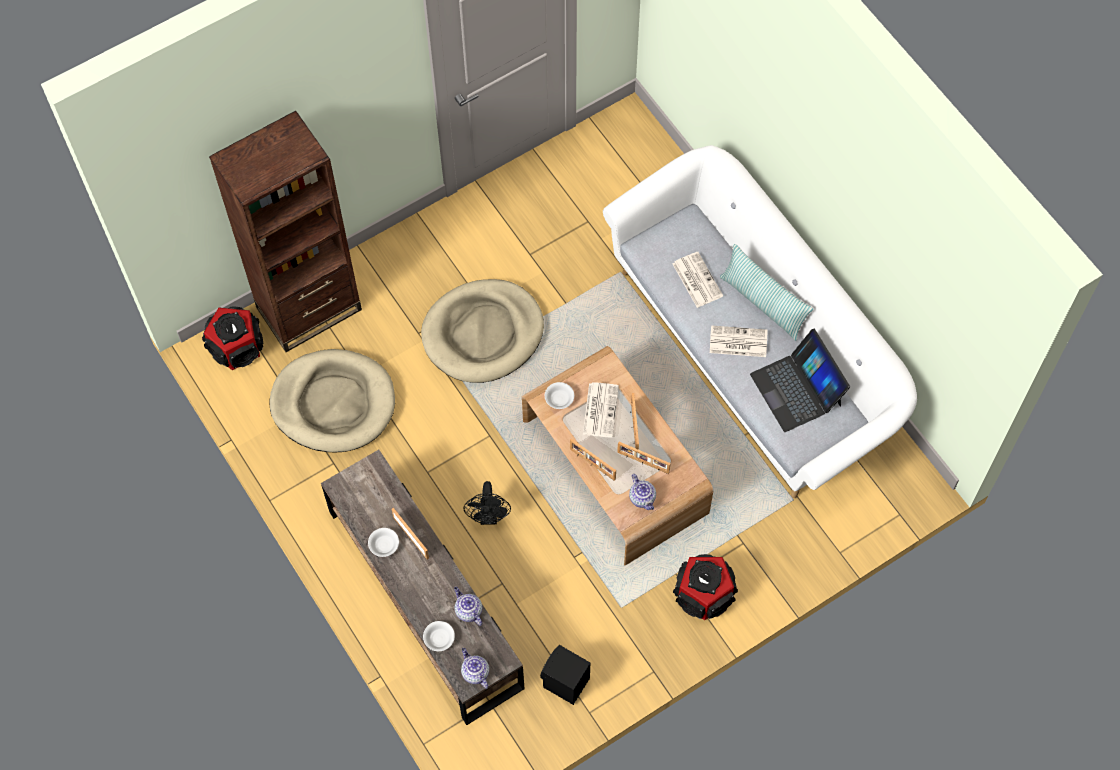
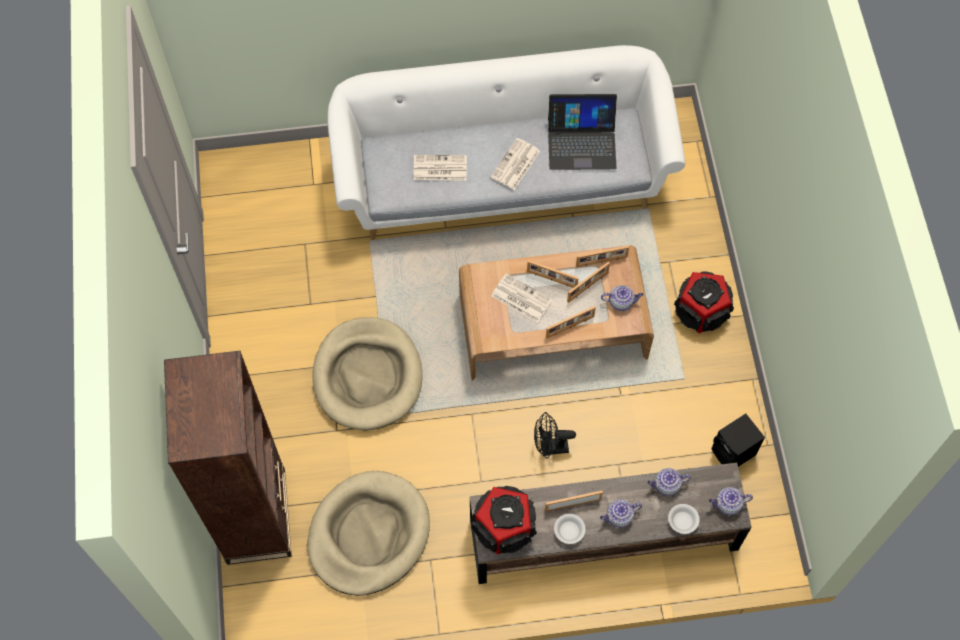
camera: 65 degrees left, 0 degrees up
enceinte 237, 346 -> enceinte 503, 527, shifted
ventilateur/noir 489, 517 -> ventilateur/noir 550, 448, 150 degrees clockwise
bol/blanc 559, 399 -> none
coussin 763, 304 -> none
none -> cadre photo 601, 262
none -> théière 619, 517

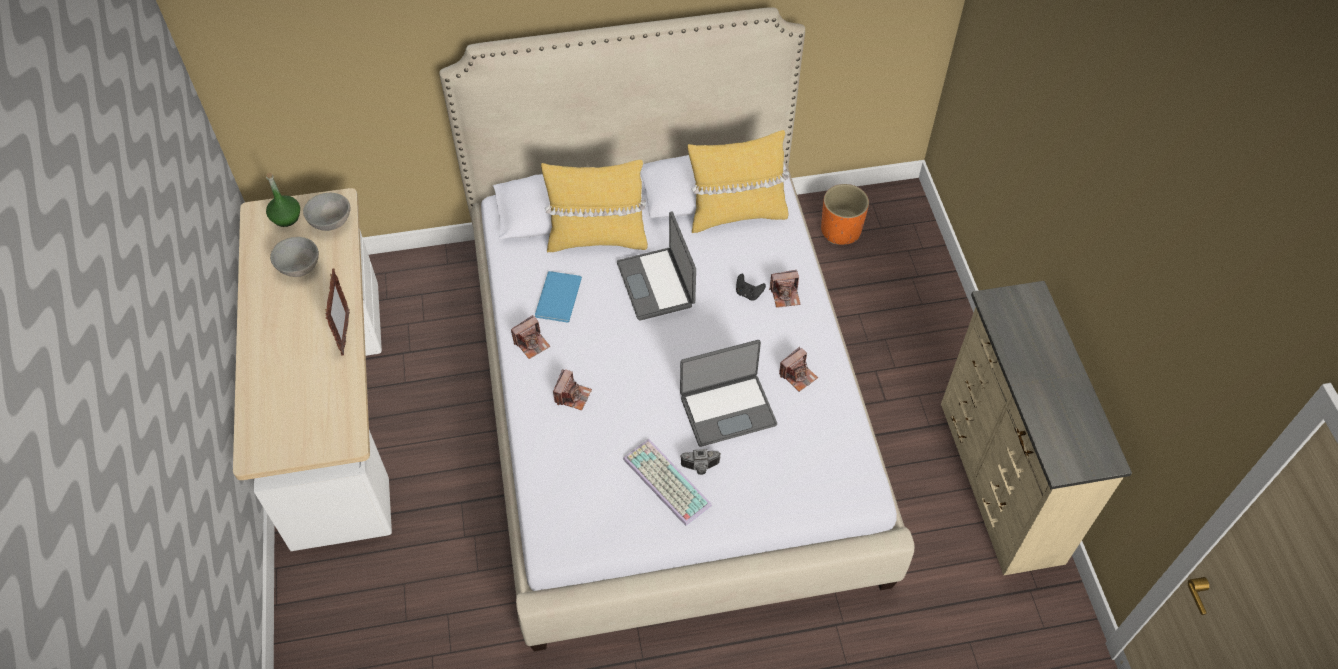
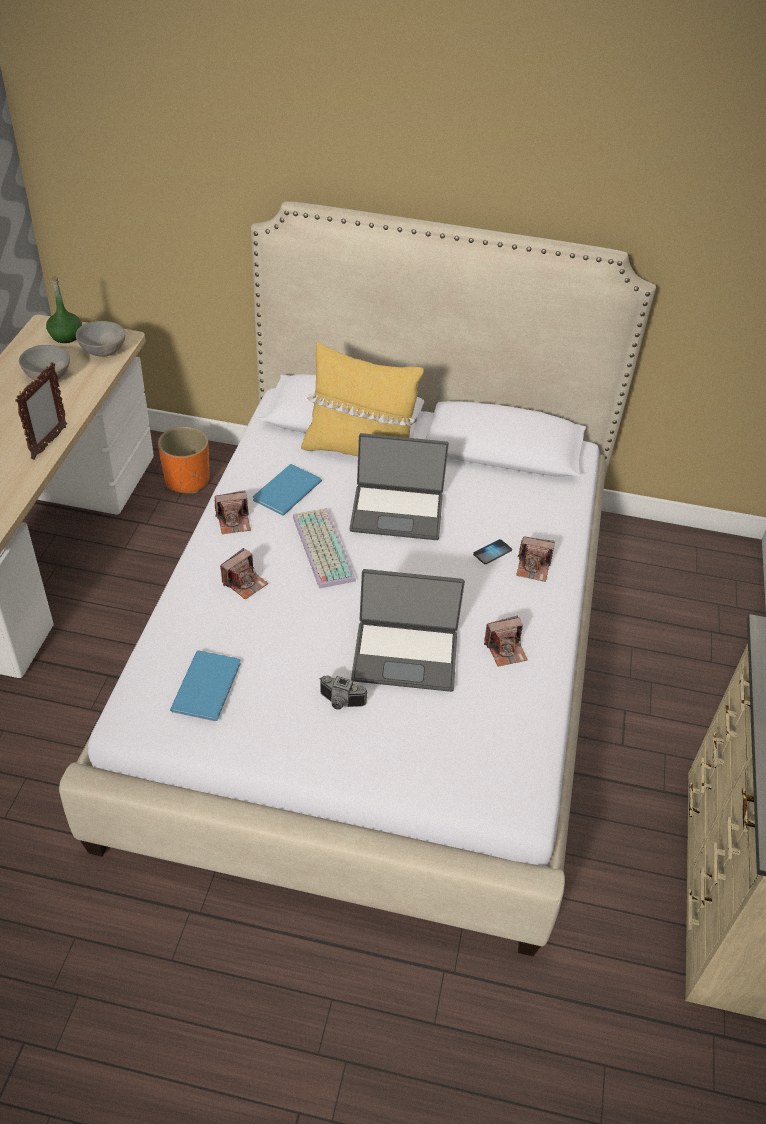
camera: 20 degrees right, 10 degrees down
ordinateur portable 657, 284 -> ordinateur portable 397, 512, 90 degrees counterclockwise
clavier 664, 482 -> clavier 321, 547, shifted
coussin/jaune 736, 214 -> none
manette/noir 748, 293 -> téléphone 492, 552
cache-pot/orange 841, 230 -> cache-pot/orange 187, 480, shifted
none -> livre/bleu 209, 685

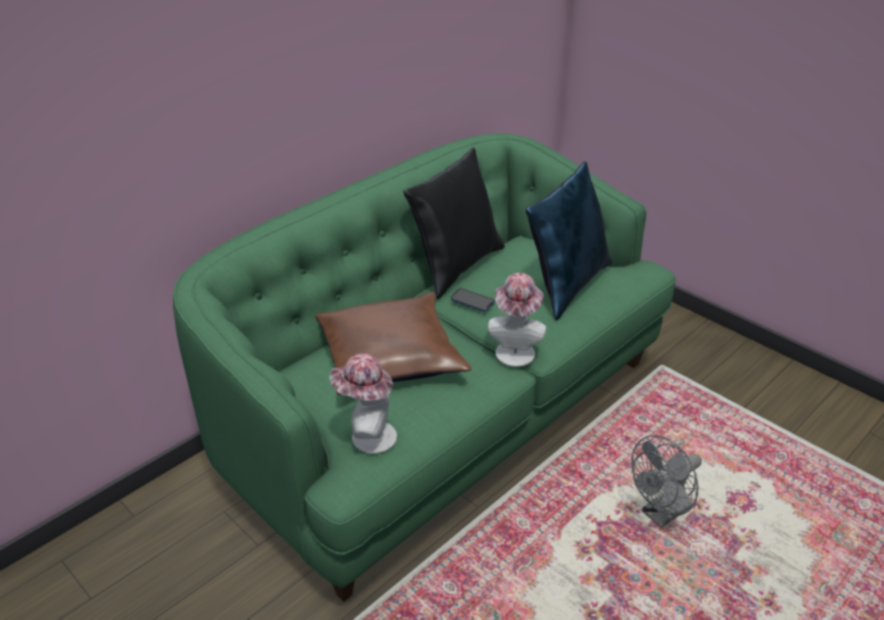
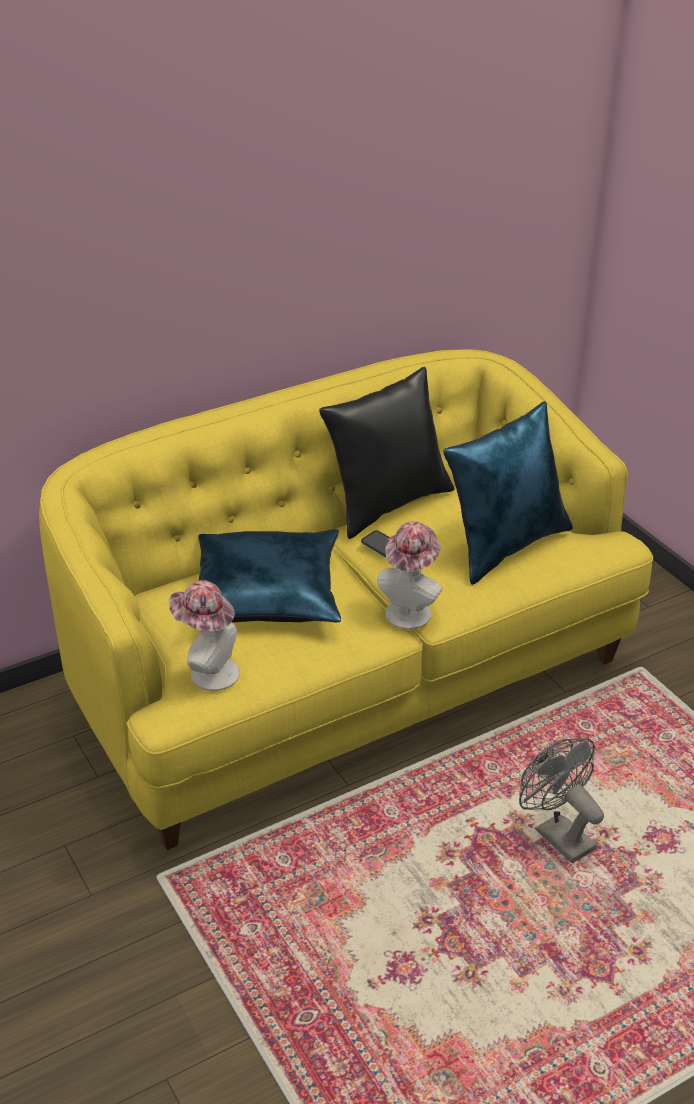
camera: 15 degrees right, 0 degrees up
canapé/vert 442, 415 -> canapé/jaune 347, 678
coussin/marron 390, 356 -> coussin/bleu 267, 593
ventilateur/gris 661, 514 -> ventilateur/gris 557, 834, 75 degrees clockwise

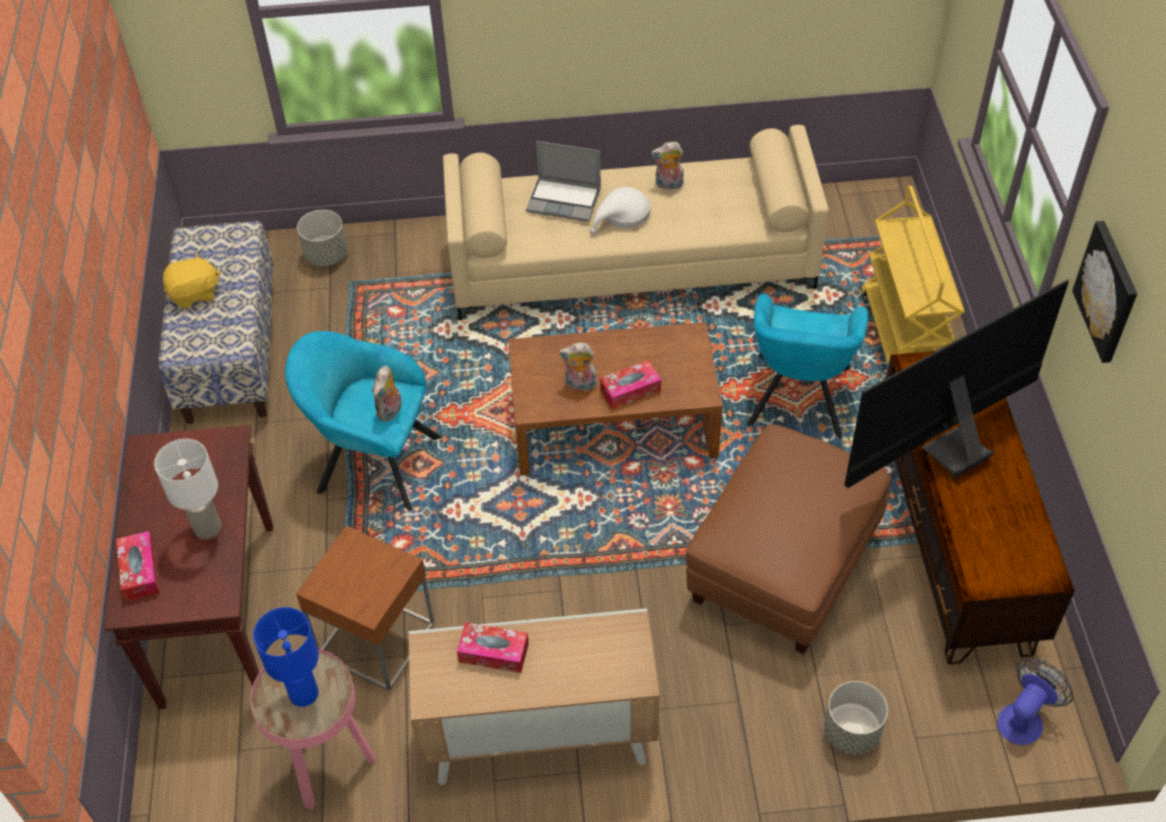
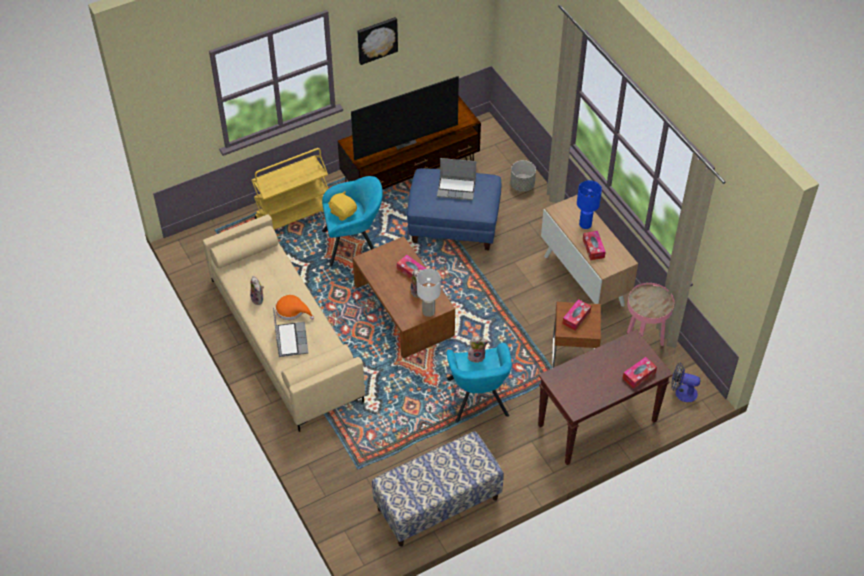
camera: 115 degrees left, 0 degrees up
lampe de table/blanc 207, 529 -> lampe de table/blanc 429, 312, shifted
peluche/jaune 195, 294 -> peluche/jaune 343, 212, shifted
lampe de table/bleu 304, 694 -> lampe de table/bleu 585, 224, shifted
cache-pot/gris 326, 255 -> none
chapeau/blanc 622, 215 -> chapeau/orange 292, 310
pouf/marron 783, 567 -> pouf/bleu 454, 225
téléviseur 949, 447 -> téléviseur 404, 141, 60 degrees counterclockwise
ventilateur 1024, 718 -> ventilateur 682, 392, shifted
none -> ordinateur portable 457, 188
none -> boîte à mouchoirs 576, 318

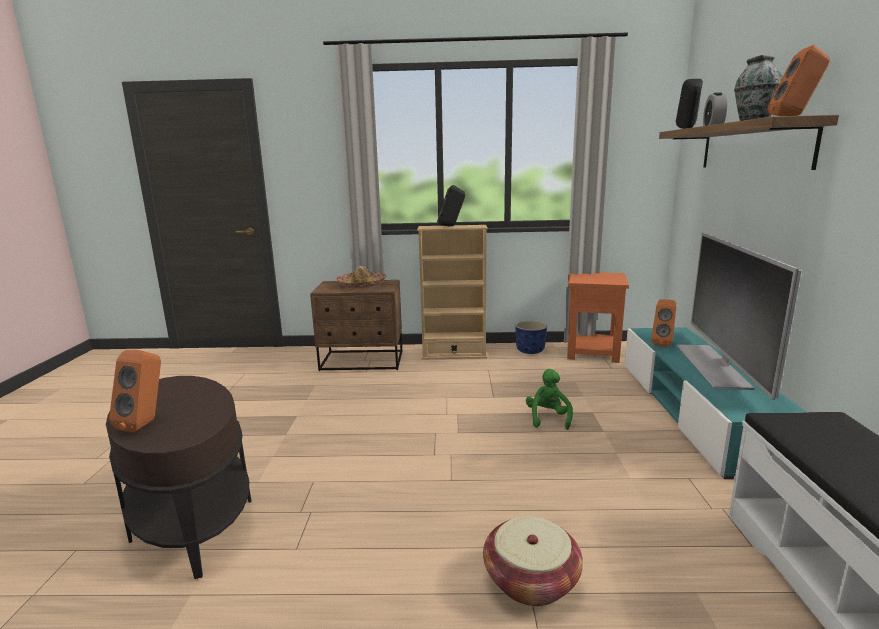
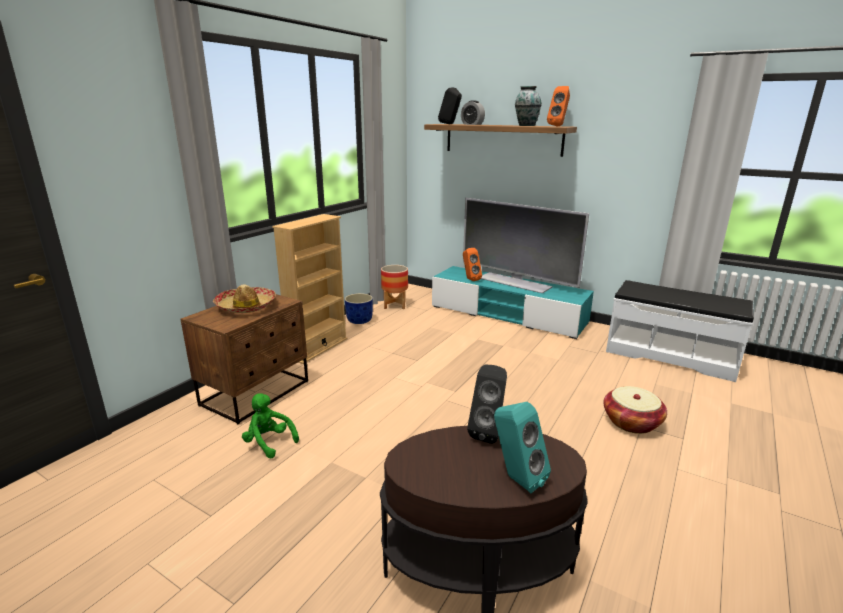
camera: 60 degrees left, 5 degrees up
enceinte/orange 146, 423 -> enceinte/turquoise 516, 478
enceinte/noir 451, 226 -> enceinte/noir 489, 432, shifted
peluche/vert 548, 418 -> peluche/vert 269, 442, shifted
table d'appoint/orange 591, 352 -> cache-pot 395, 305

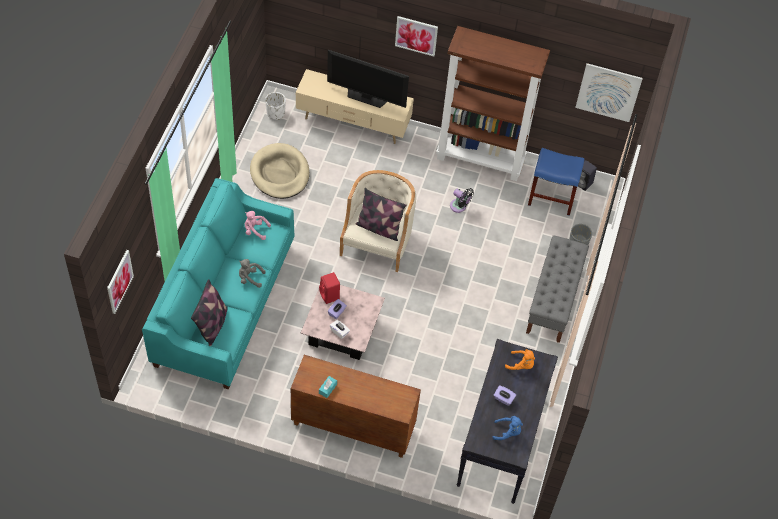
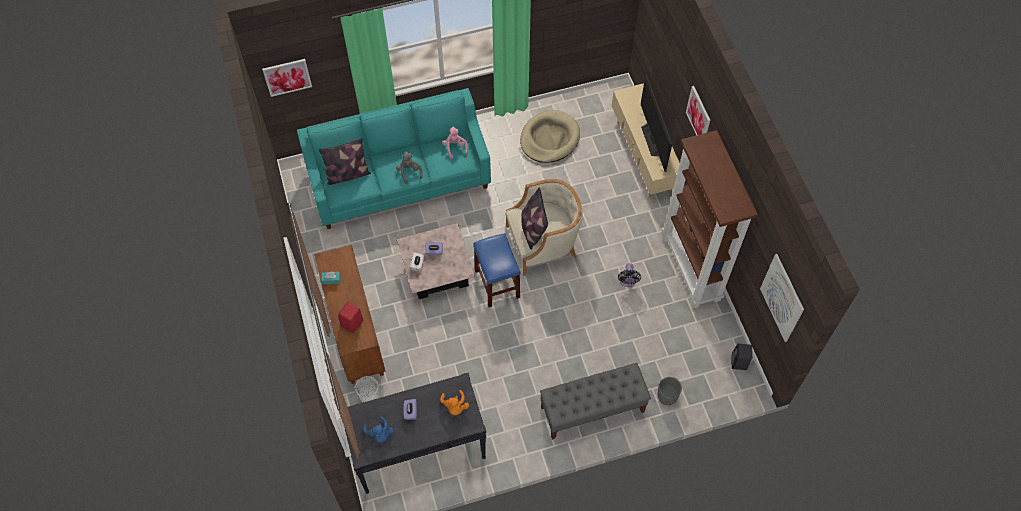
camera: 60 degrees right, 5 degrees up
cache-pot/blanc 275, 113 -> cache-pot/blanc 369, 395, shifted
enceinte/rouge 330, 296 -> enceinte/rouge 352, 324, shifted
tabouret/bleu 552, 198 -> tabouret/bleu 497, 284, shifted

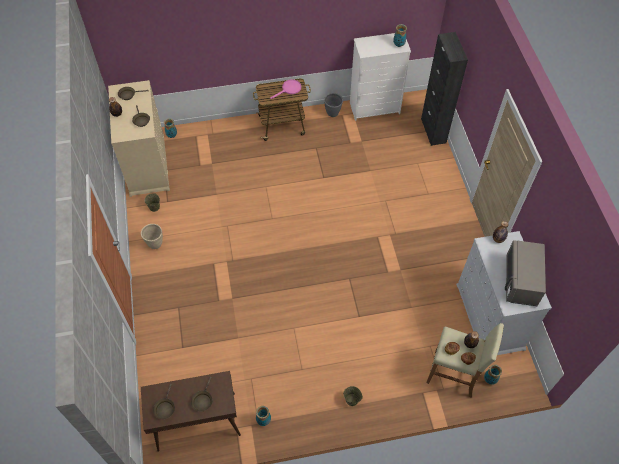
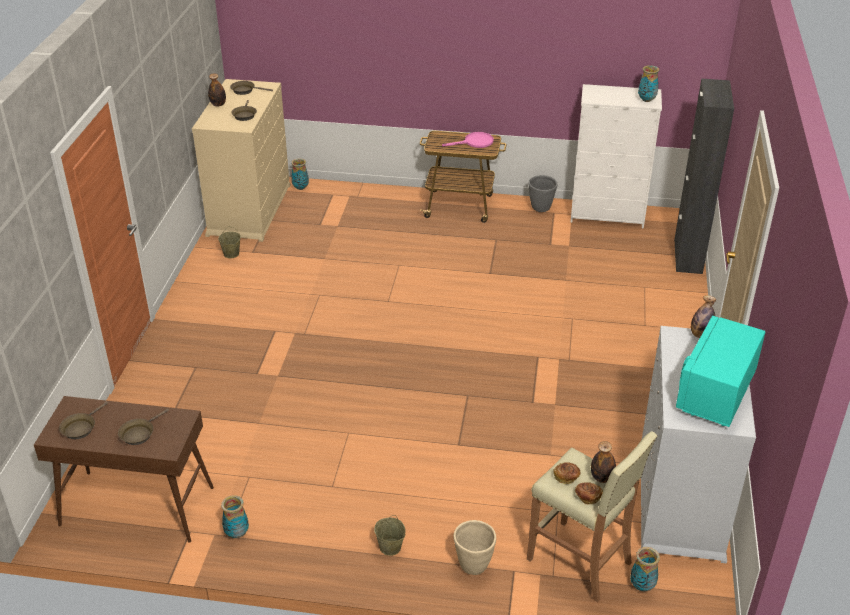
camera: 20 degrees right, 20 degrees down
cache-pot/beige 155, 244 -> cache-pot/beige 473, 565, shifted
micro-ondes/gris 520, 281 -> micro-ondes/turquoise 715, 392

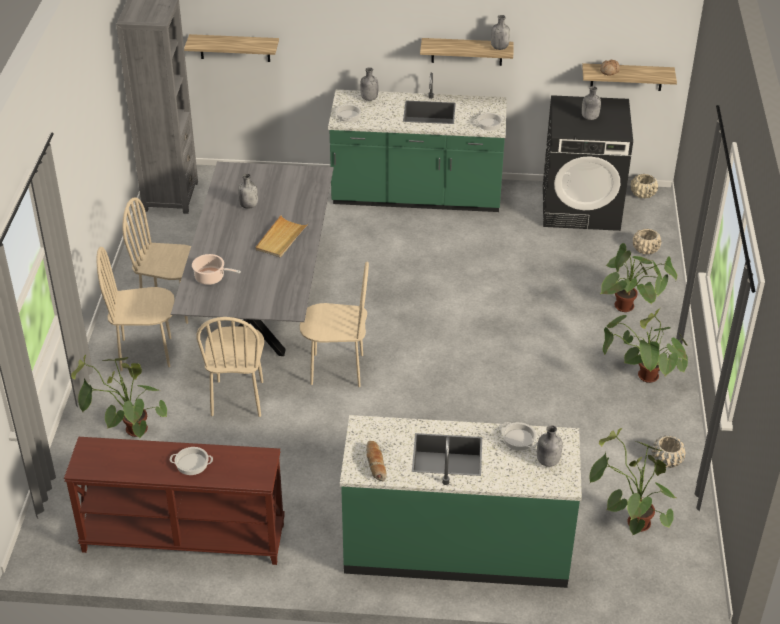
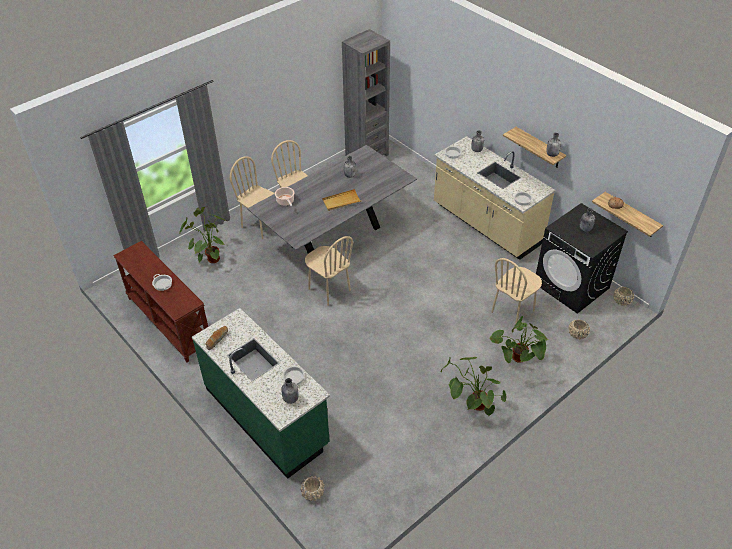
camera: 45 degrees right, 5 degrees up
étagère 234, 48 -> none
chaise/beige 238, 398 -> chaise/beige 513, 311, shifted
comptoir de cuisine/vert 416, 196 -> comptoir de cuisine/beige 486, 224
plante en pot 628, 518 -> none
cache-pot/beige 666, 460 -> cache-pot/beige 313, 493, shifted

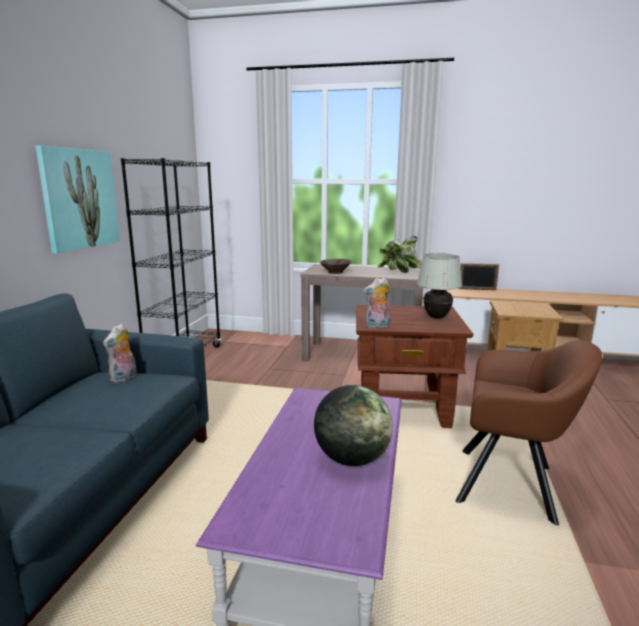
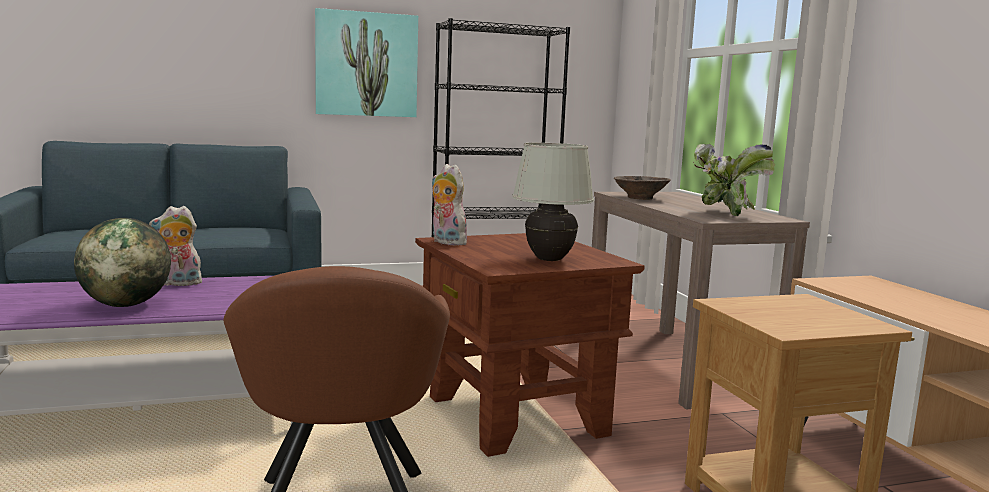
camera: 60 degrees right, 5 degrees down
peluche 124, 378 -> peluche 178, 284, shifted
cadre photo 477, 289 -> none

